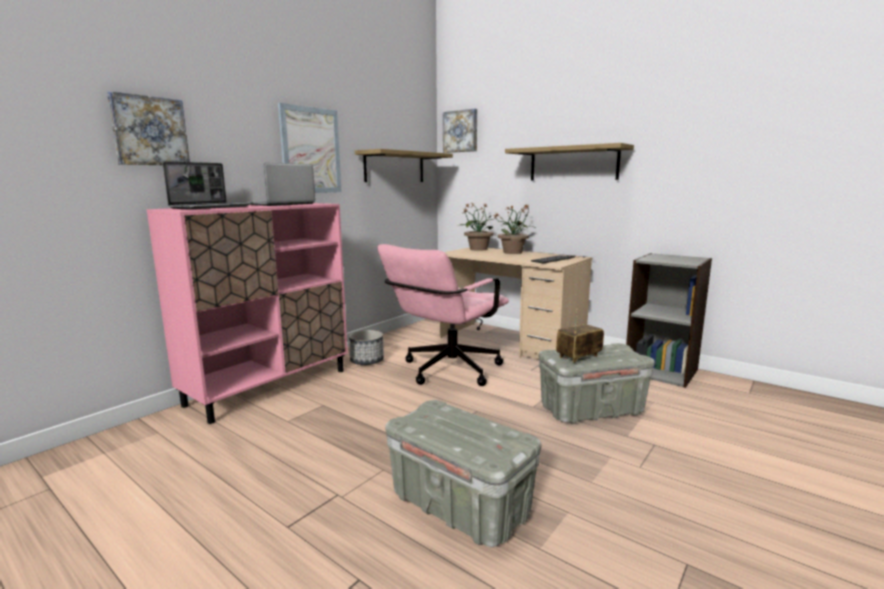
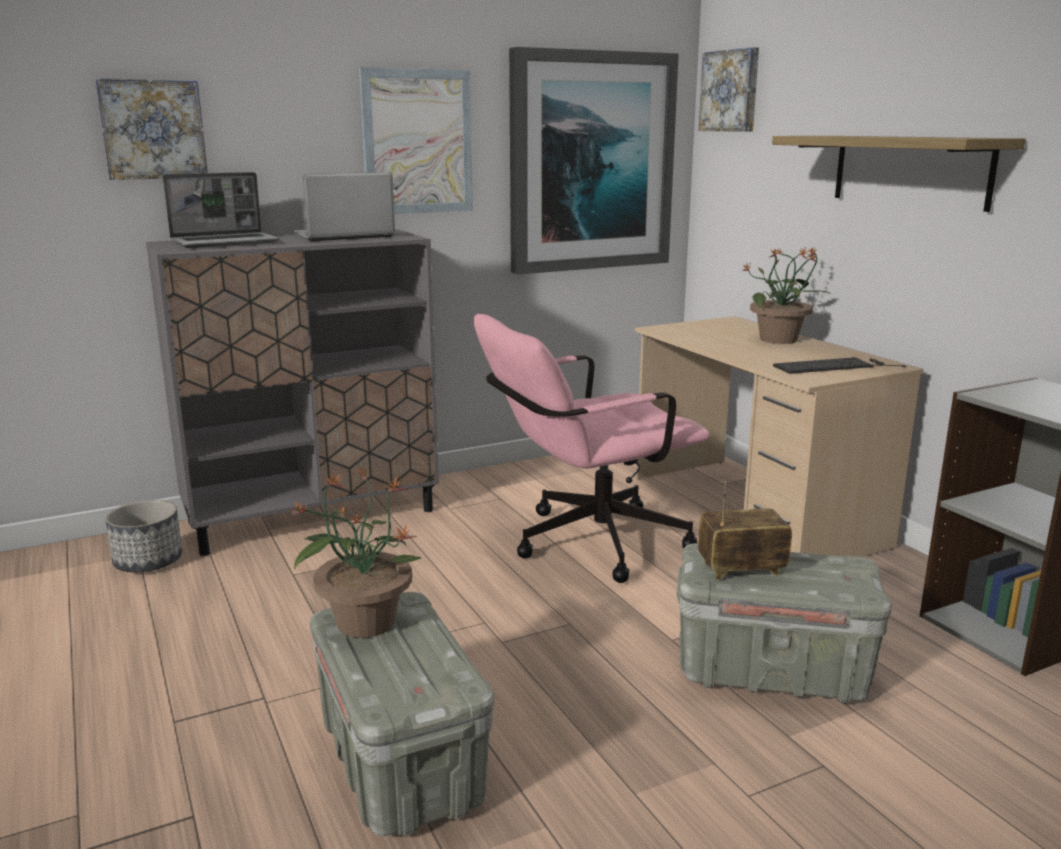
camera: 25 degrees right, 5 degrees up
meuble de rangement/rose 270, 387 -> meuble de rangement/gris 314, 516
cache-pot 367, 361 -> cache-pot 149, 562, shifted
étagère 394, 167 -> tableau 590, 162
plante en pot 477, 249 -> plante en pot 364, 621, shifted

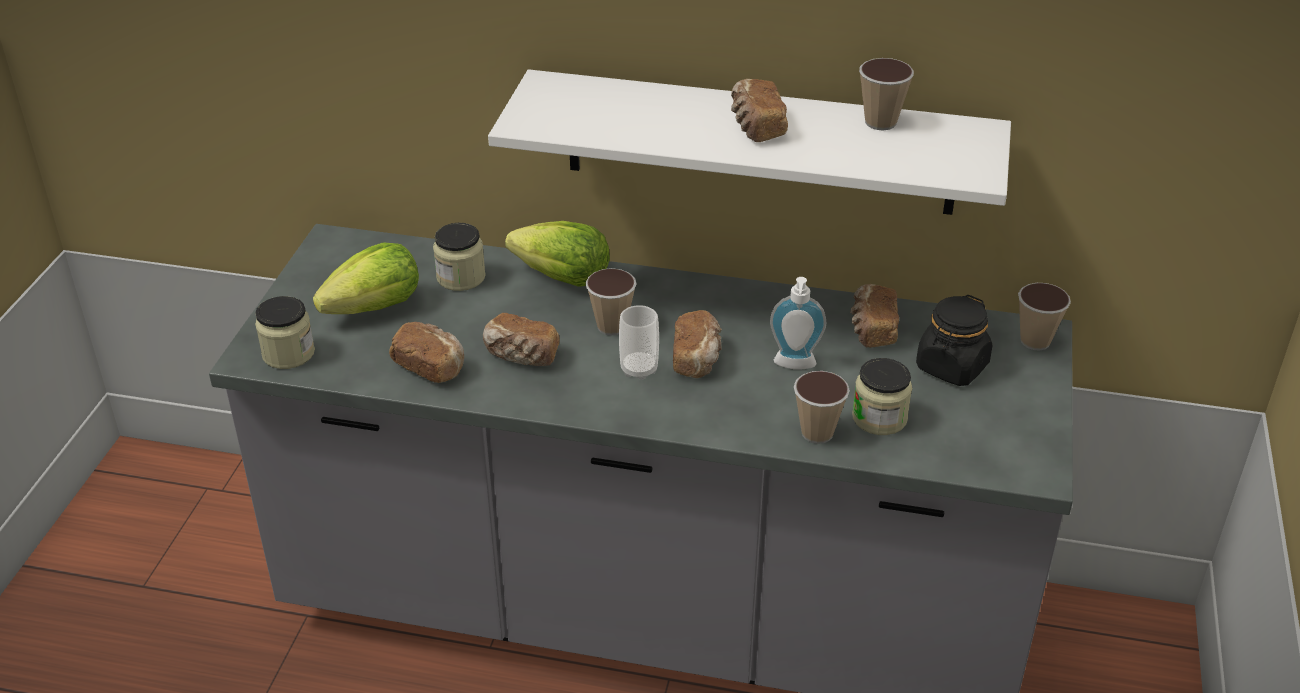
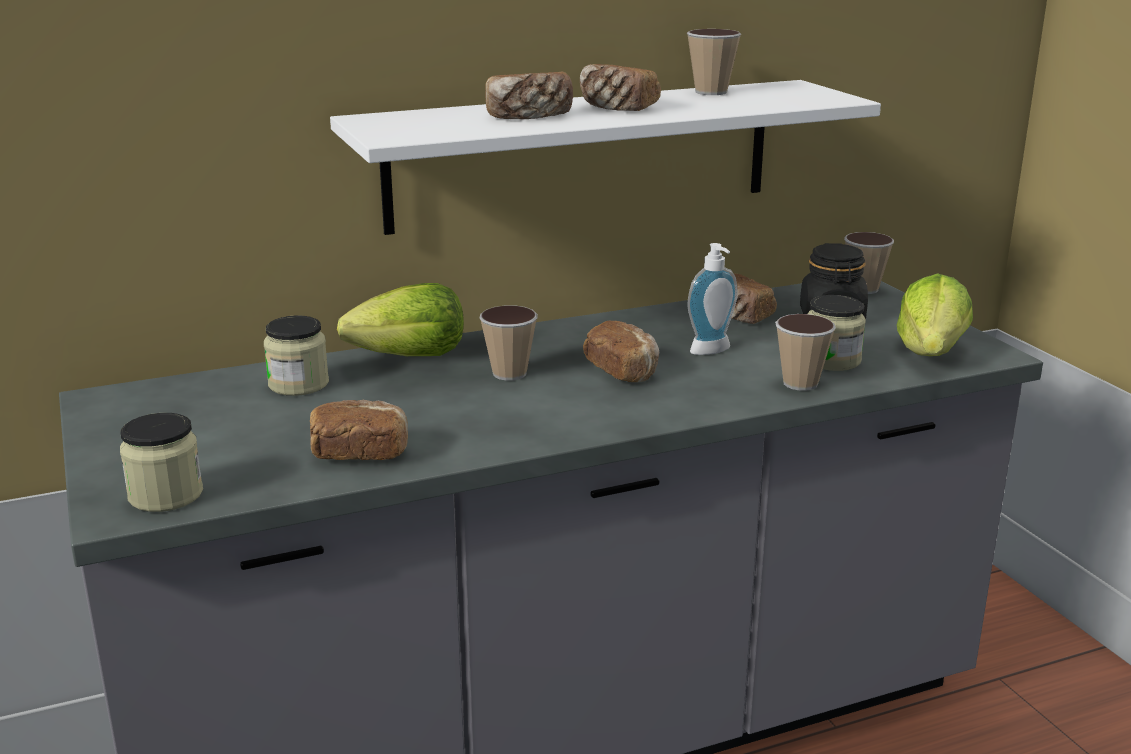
camera: 35 degrees left, 15 degrees down
laitue 375, 308 -> laitue 931, 353, shifted
pain 521, 356 -> pain 528, 116, shifted
tasse 639, 369 -> none

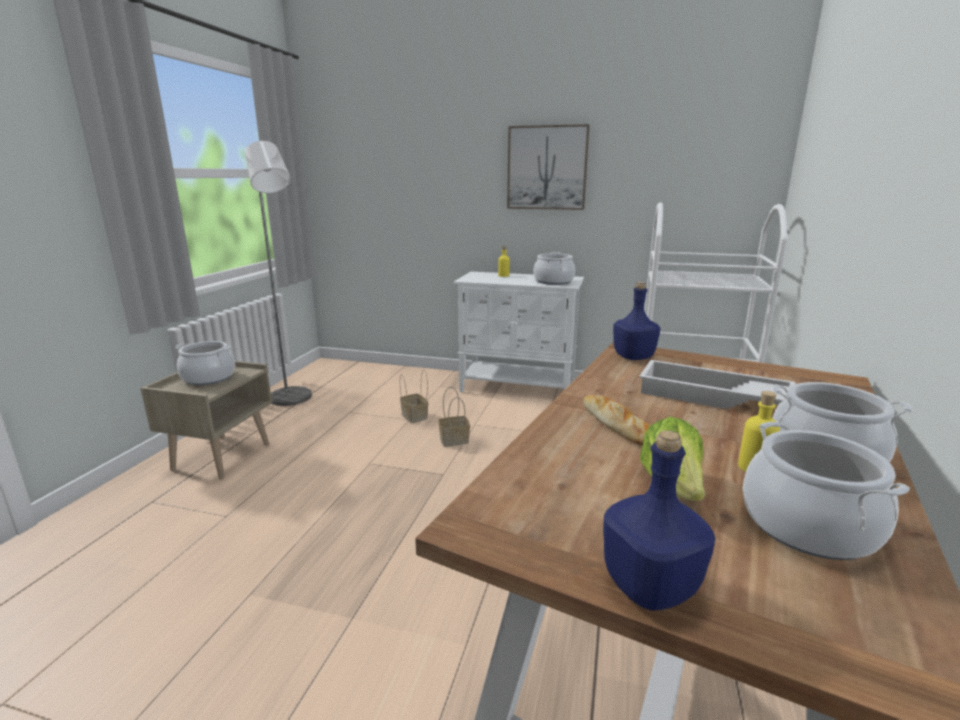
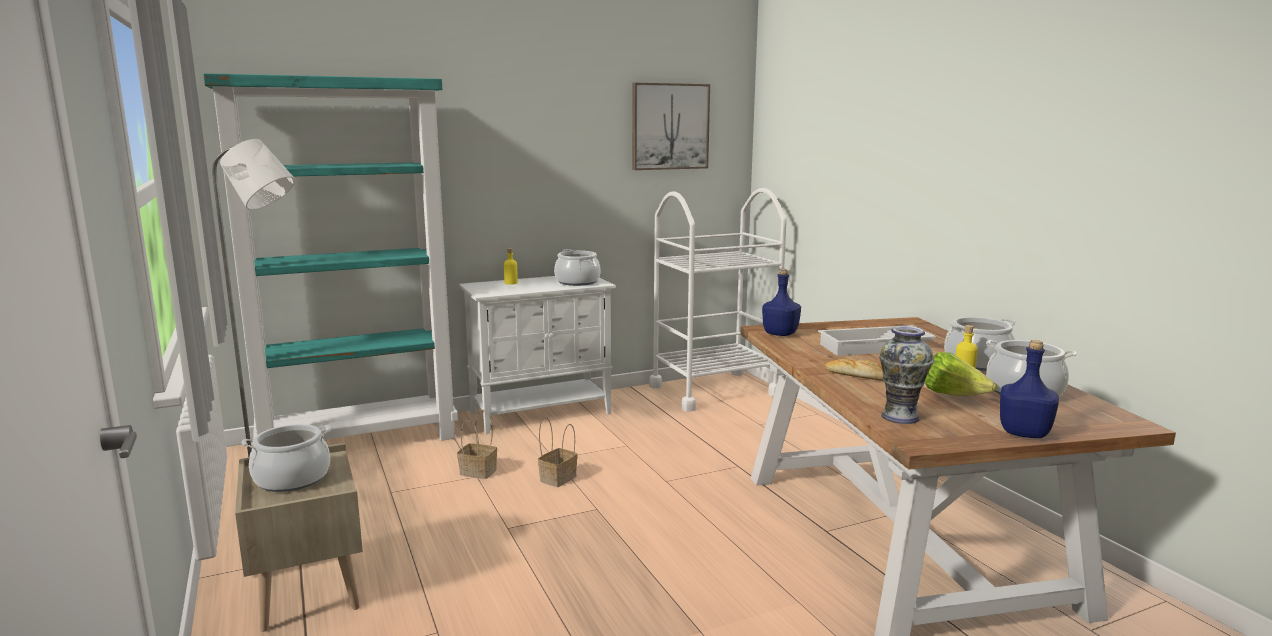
camera: 40 degrees left, 5 degrees down
tableau 547, 168 -> tableau 670, 126, shifted
none -> bibliothèque/turquoise 361, 441
none -> vase 899, 416

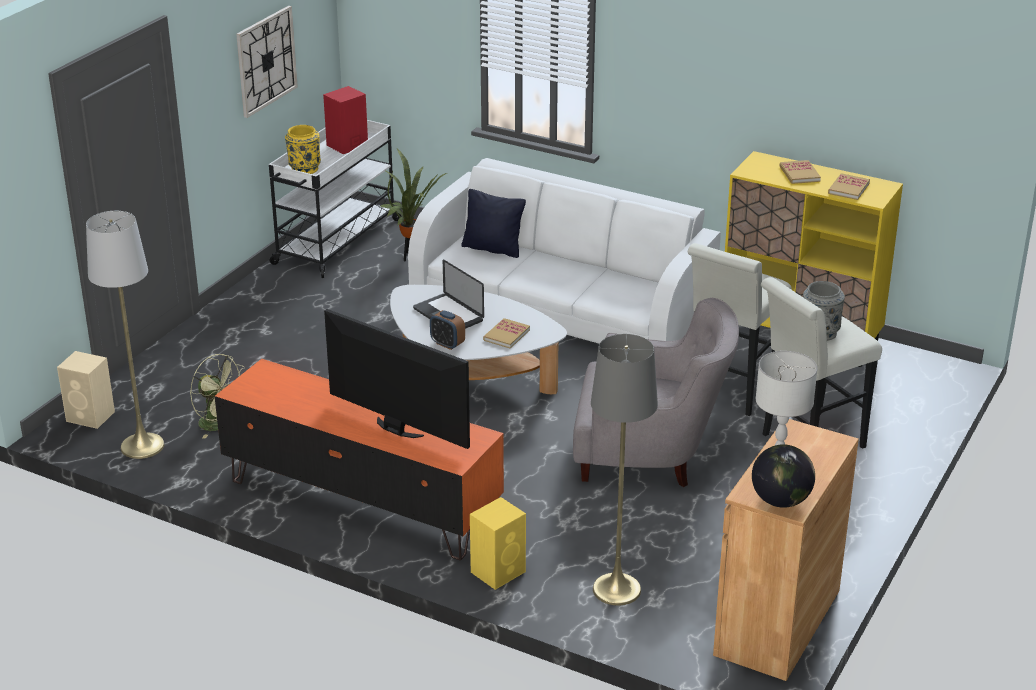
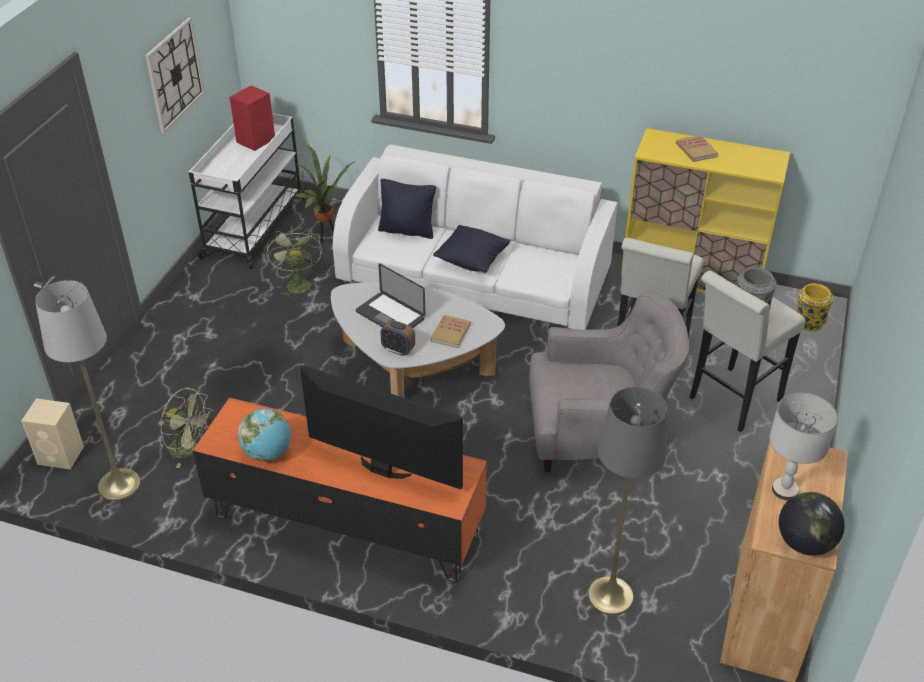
camera: 10 degrees left, 10 degrees up
vase/jaune 304, 168 -> vase/jaune 808, 323, shifted
enceinte/jaune 499, 571 -> none
livre 848, 188 -> none
none -> globe 267, 453
none -> ventilateur/vert 297, 283
none -> coussin/noir 472, 261

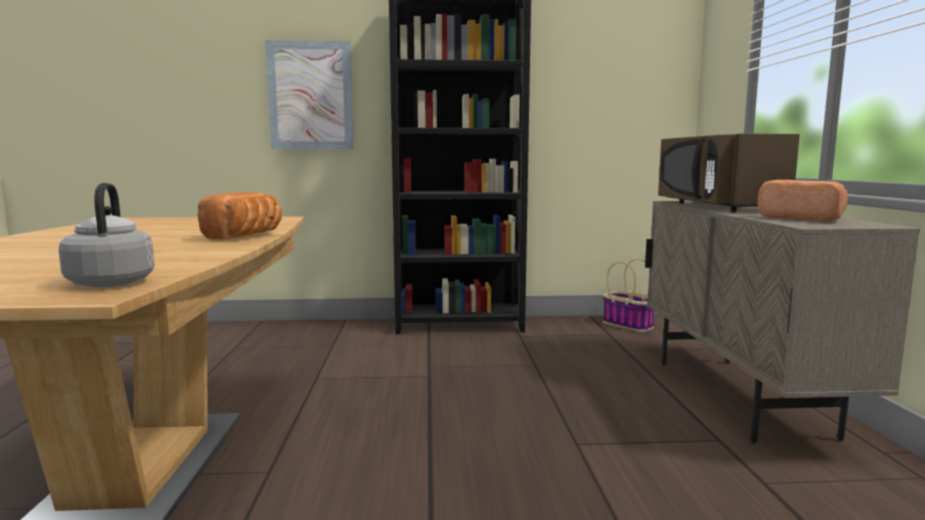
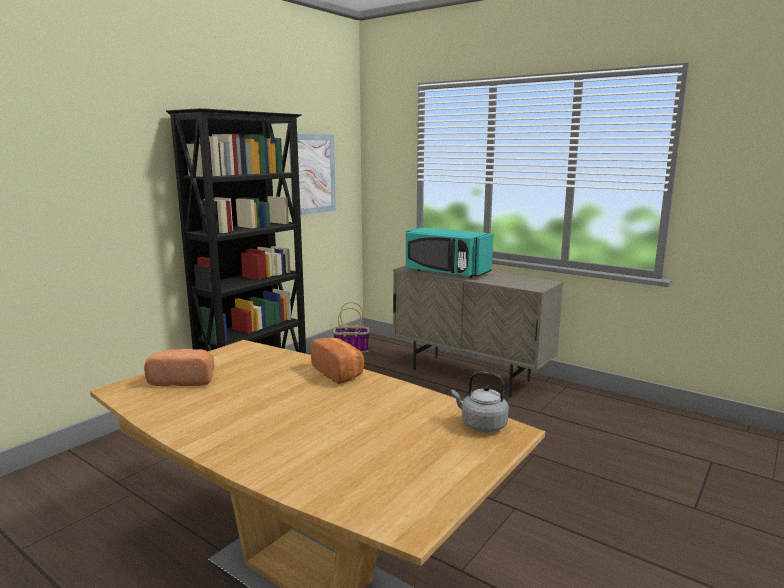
camera: 50 degrees left, 5 degrees up
tableau 310, 96 -> tableau 312, 174, shifted
micro-ondes/marron 715, 206 -> micro-ondes/turquoise 446, 272
pain 802, 218 -> pain 184, 380, shifted

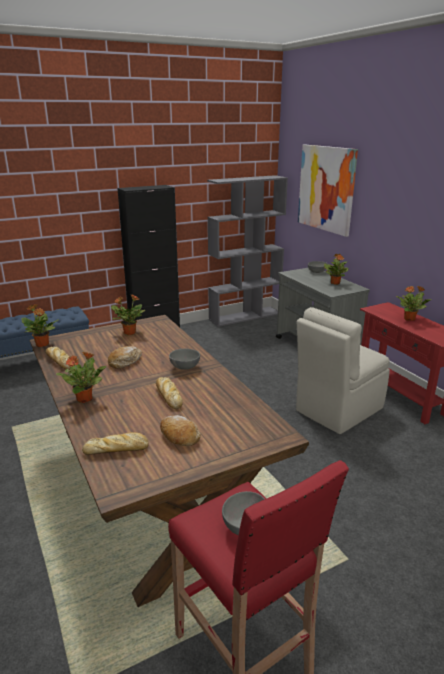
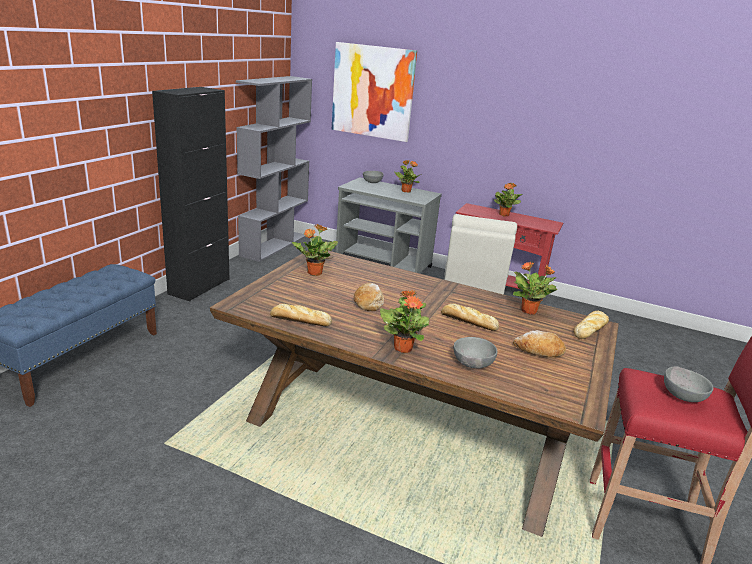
camera: 40 degrees left, 0 degrees up
plante en pot 42, 344 -> plante en pot 529, 311, shifted
pain 117, 449 -> pain 590, 329, shifted
bol/gris 184, 367 -> bol/gris 472, 365, shifted

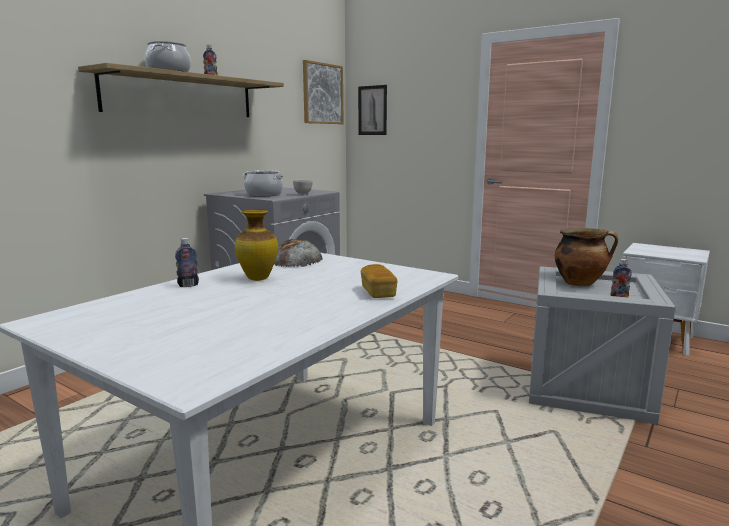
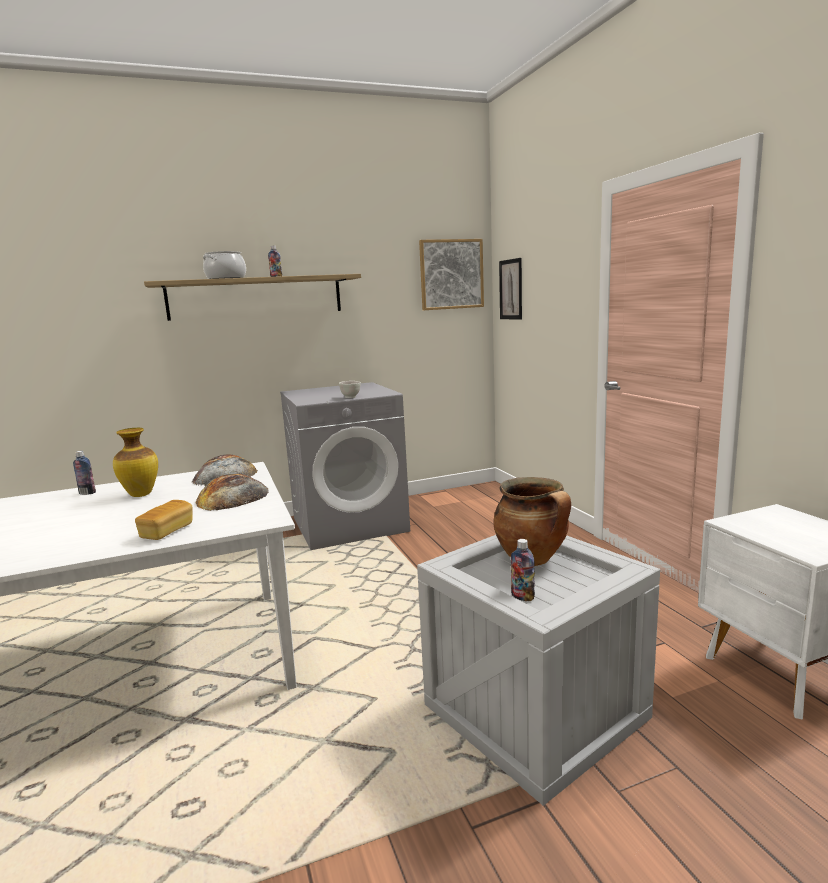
camera: 35 degrees right, 0 degrees up
marmite 264, 195 -> none
none -> pain 233, 497

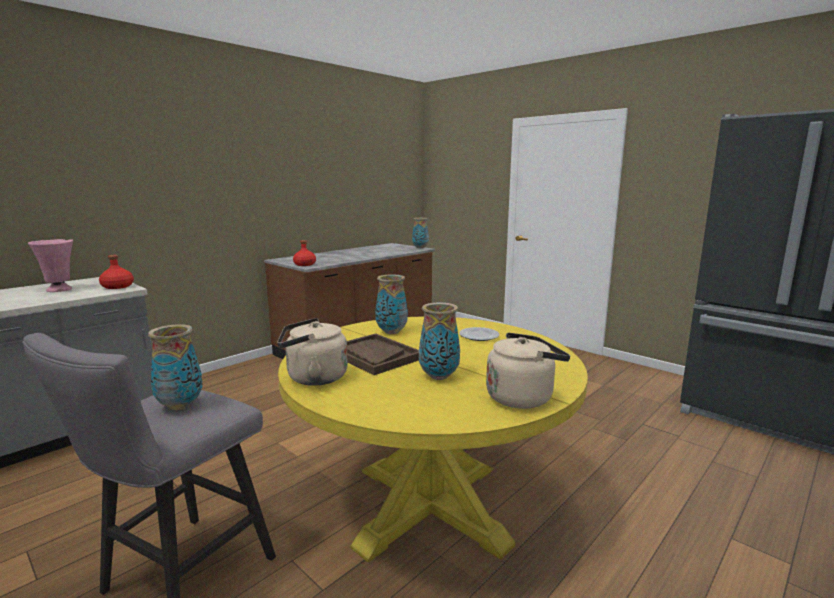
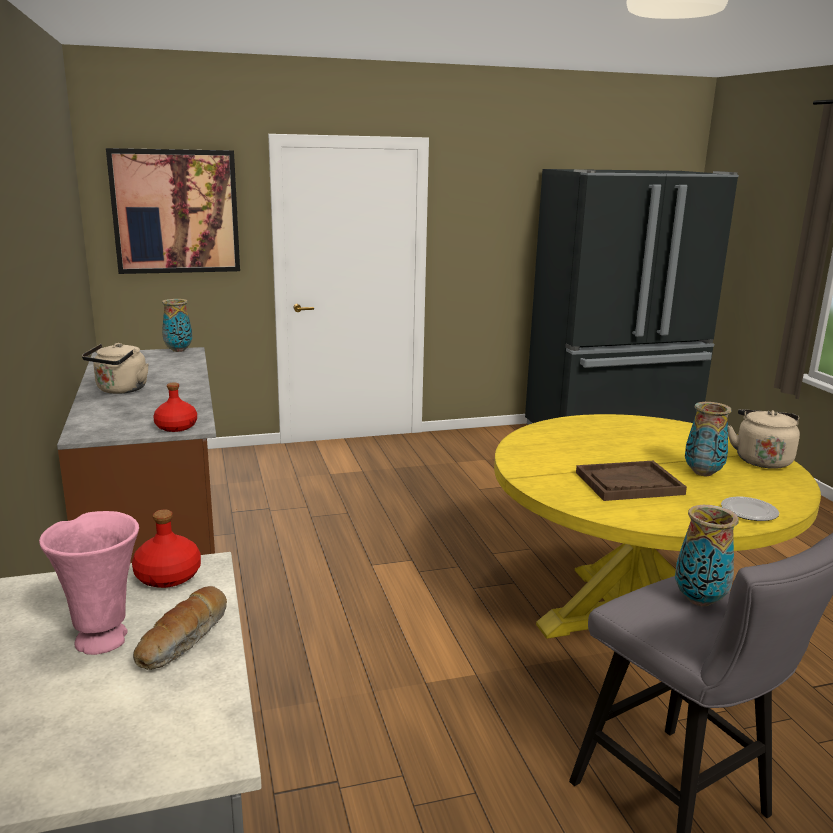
camera: 60 degrees left, 5 degrees up
bouilloire/beige 313, 378 -> bouilloire/beige 120, 390, shifted
vase 391, 332 -> none
assiette 478, 336 -> assiette 748, 512, shifted
none -> tableau 176, 212
none -> pain 185, 640

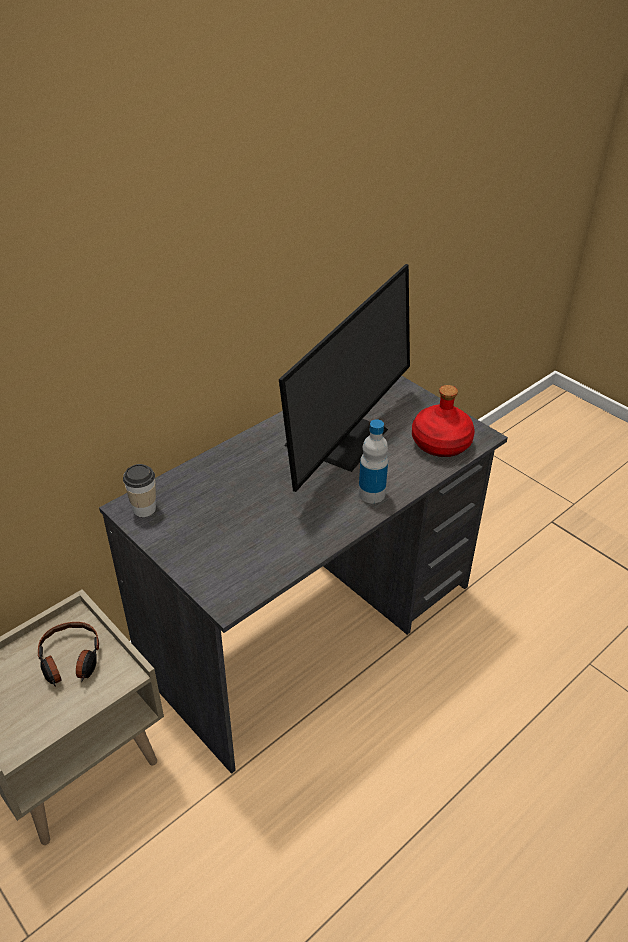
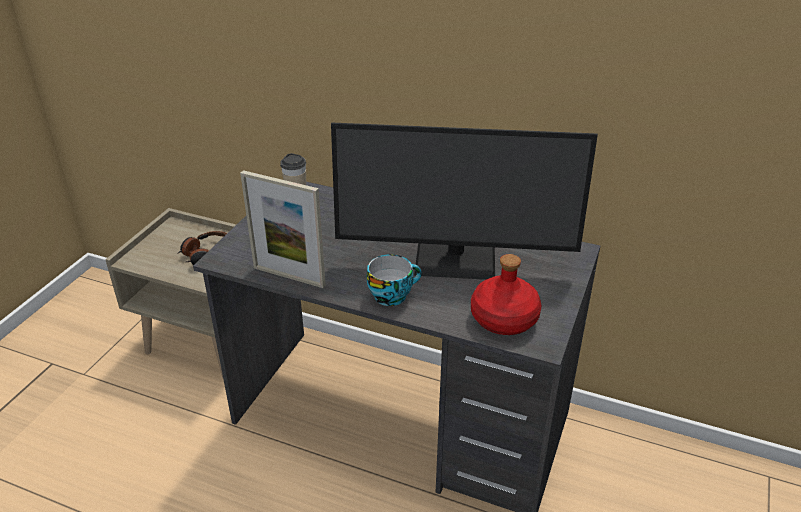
camera: 65 degrees right, 5 degrees down
bouteille 371, 494 -> tasse 392, 295
none -> cadre photo 289, 276

